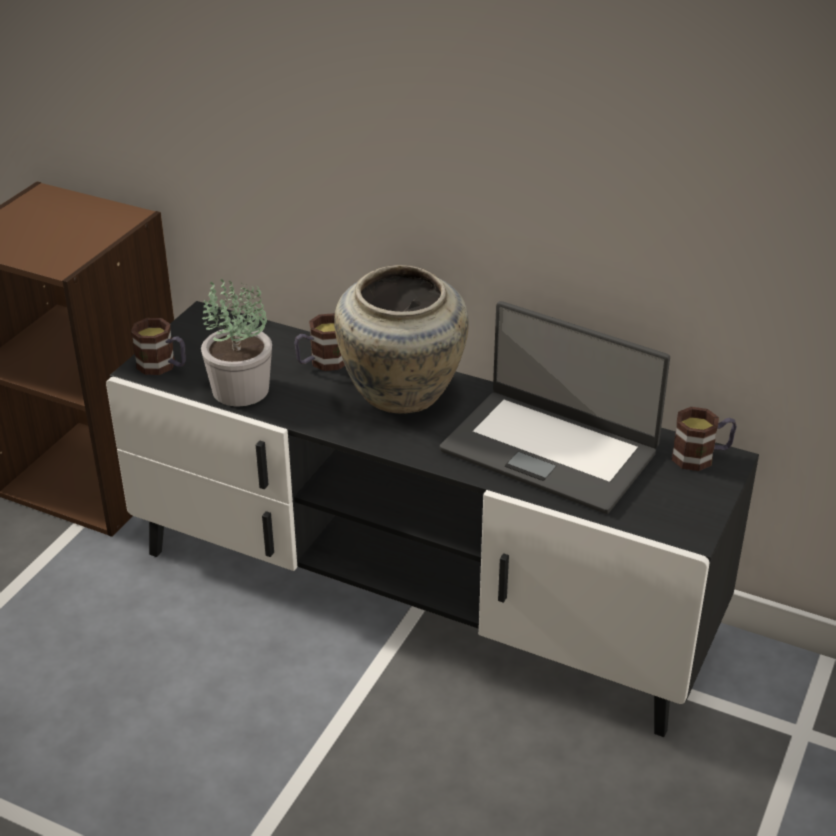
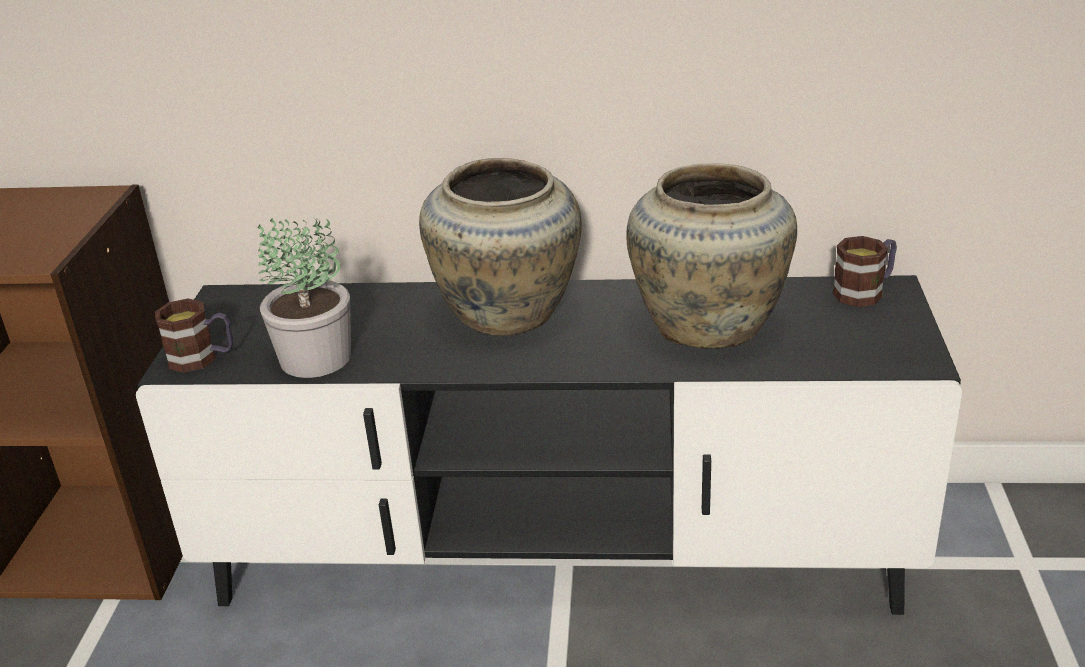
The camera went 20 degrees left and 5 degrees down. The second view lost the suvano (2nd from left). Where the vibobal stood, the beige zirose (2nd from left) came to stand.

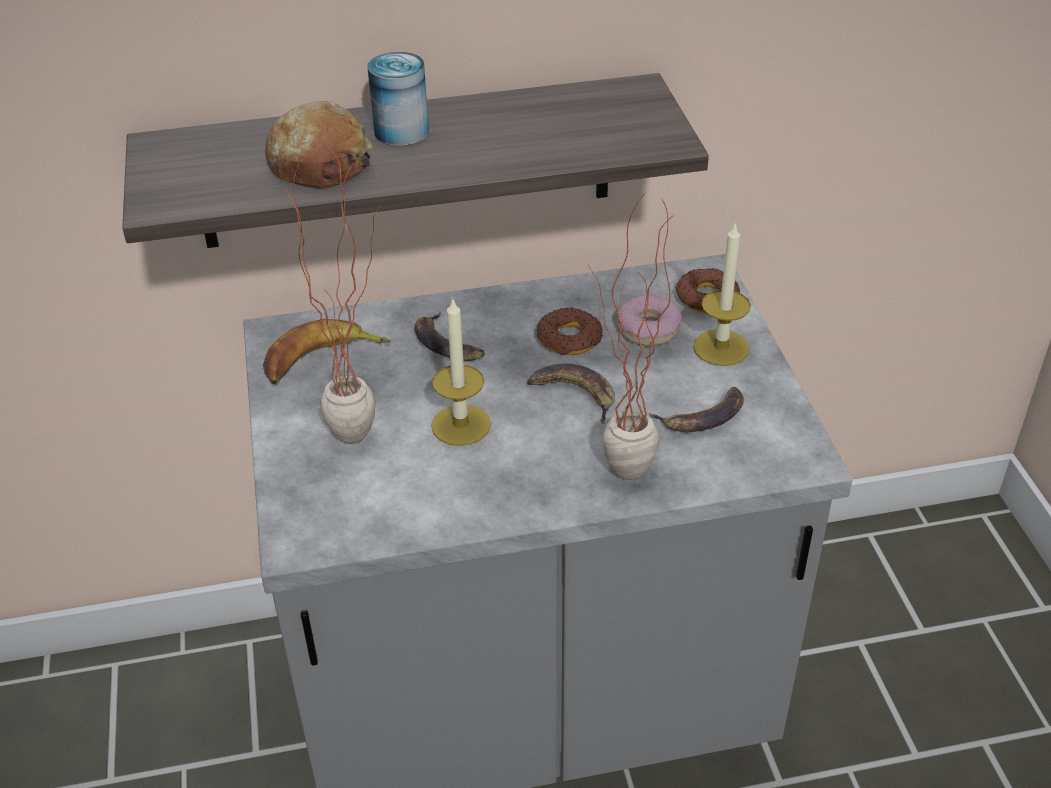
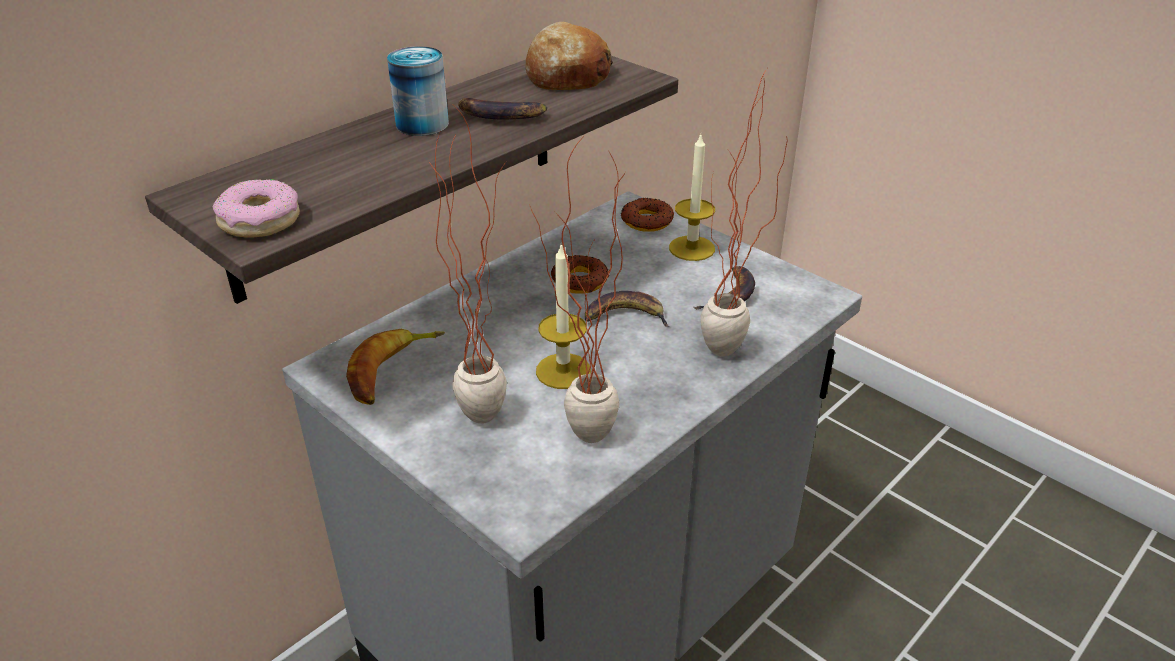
The camera went 35 degrees left and 5 degrees down. The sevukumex ended up elsewhere. The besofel (2nd from left) ended up elsewhere. The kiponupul (2nd from left in the first image) ended up elsewhere. The second view gained the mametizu (2nd from left).

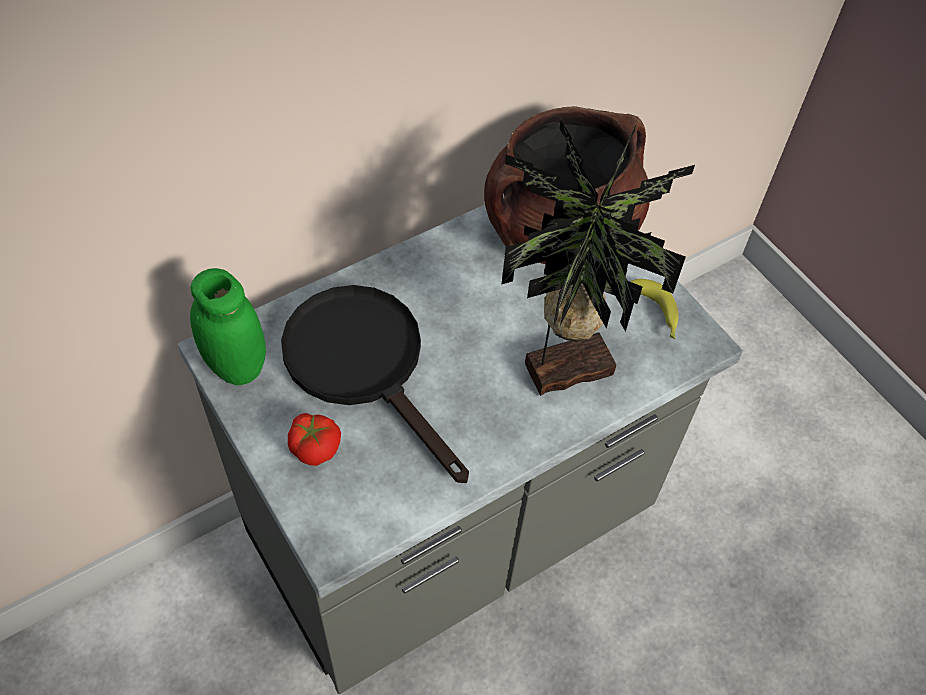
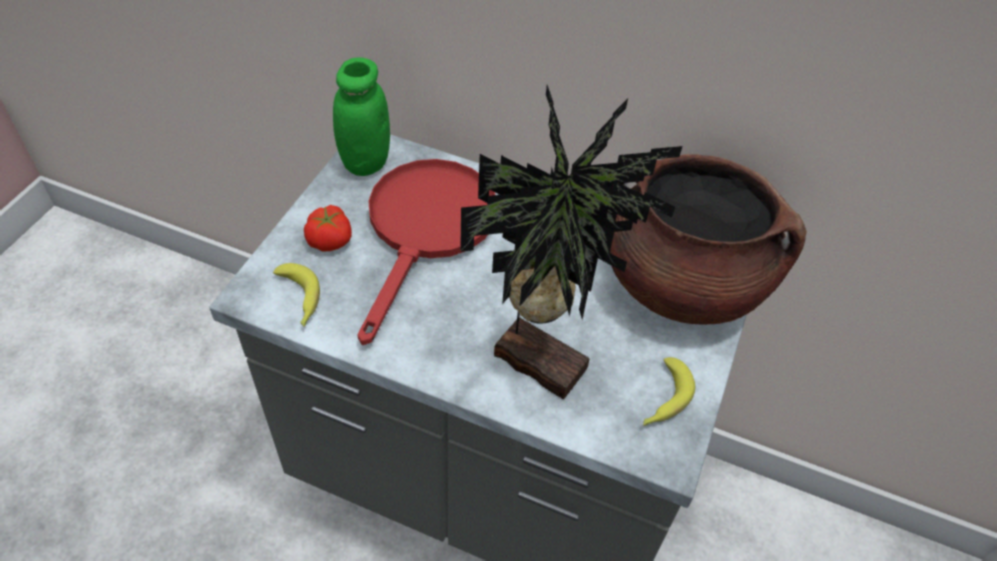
The camera went 55 degrees right and 5 degrees down. What was the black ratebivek turned into the red ratebivek. The second view gained the besofel (1st from left).

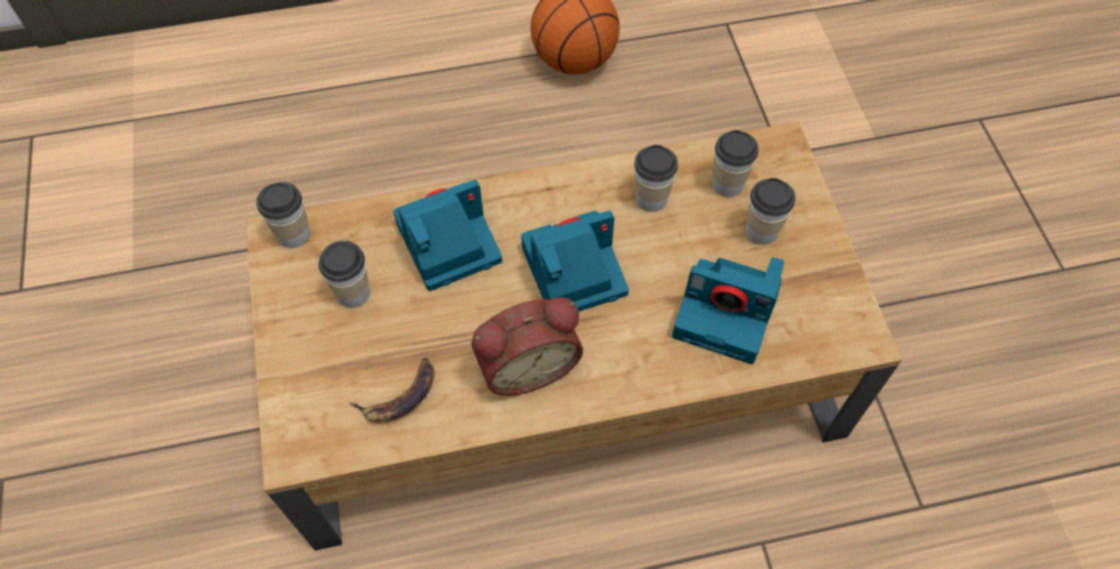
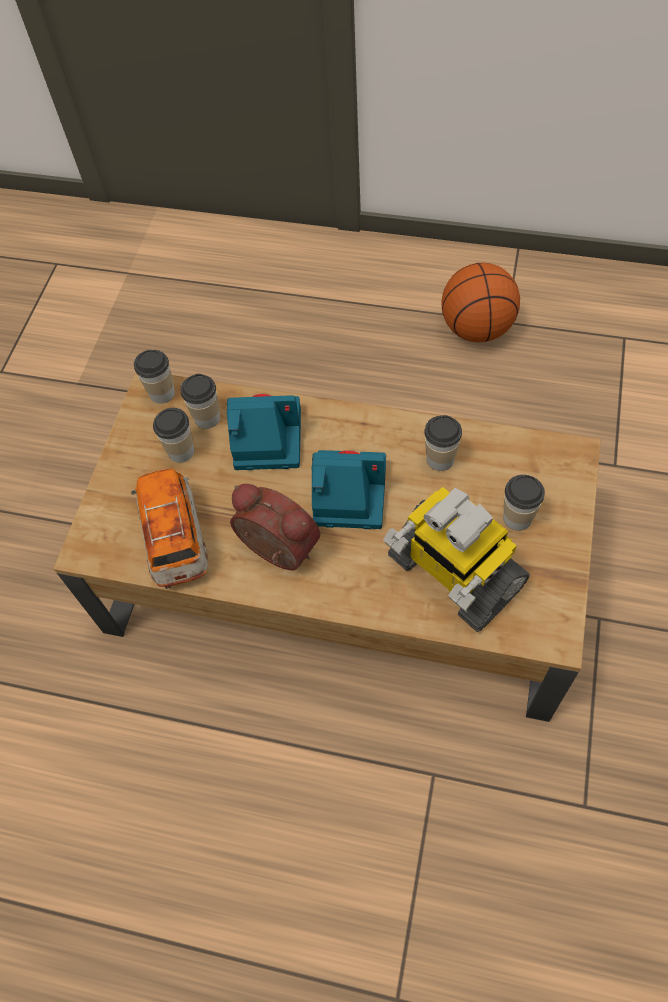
The camera went 30 degrees right and 0 degrees up. Where the besofel stood, the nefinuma came to stand. The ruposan ended up facing another way, 150 degrees counterclockwise from before. Where the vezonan (3rd from left) stood, the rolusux came to stand. The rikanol (4th from left in the first image) ended up elsewhere.

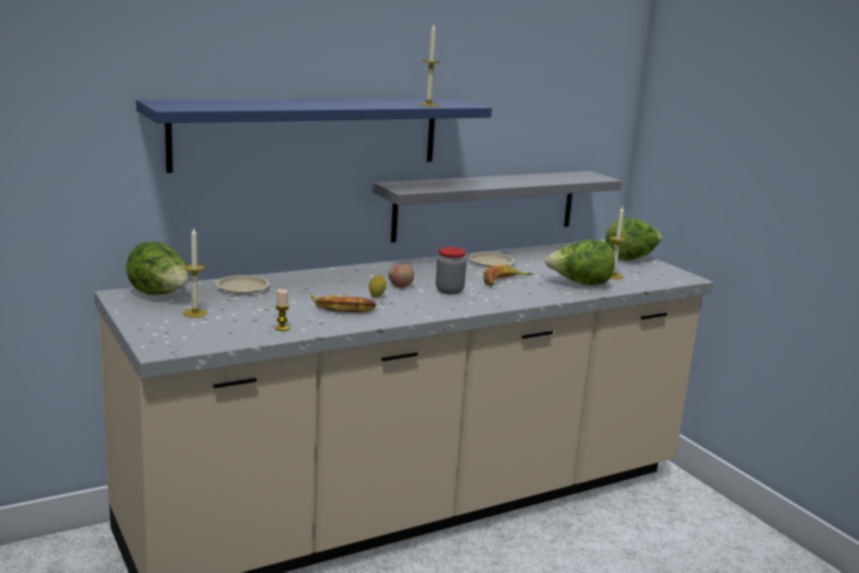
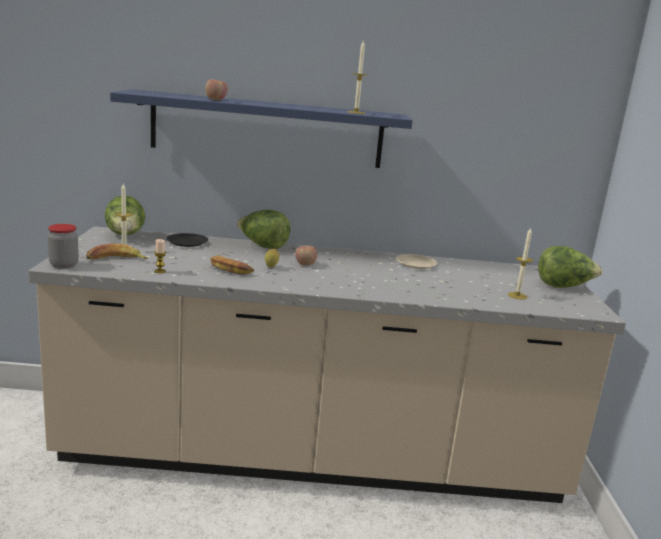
The camera went 30 degrees right and 0 degrees up. What was the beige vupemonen (1st from left) turned into the black vupemonen. The second view lost the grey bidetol. The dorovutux ended up elsewhere. The besofel (2nd from left in the first image) ended up elsewhere. The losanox (2nd from left) ended up elsewhere. The second view gained the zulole (1st from left).

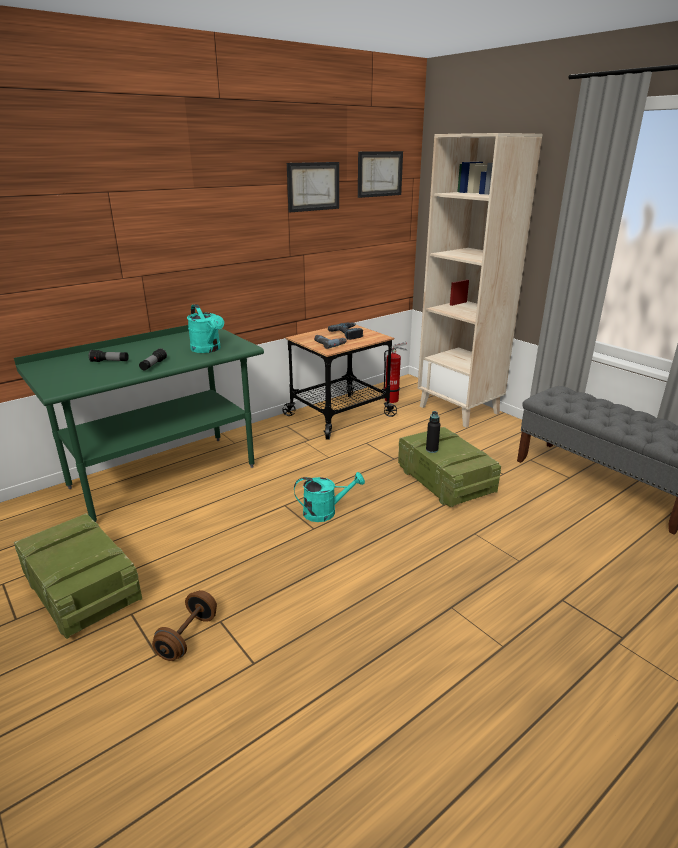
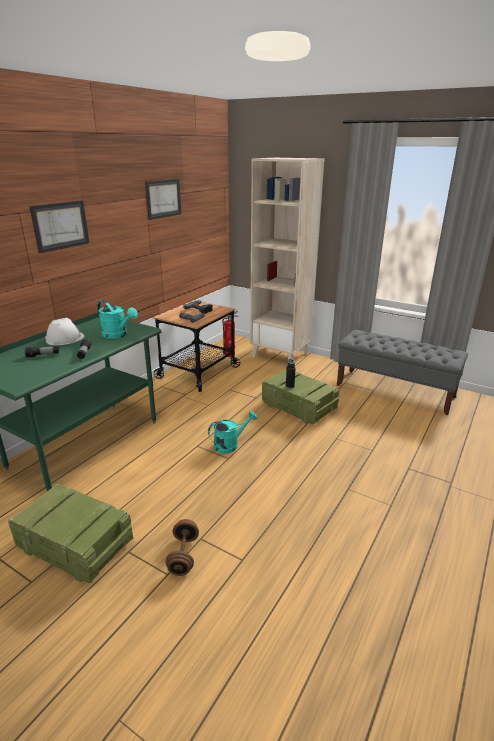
The camera went 20 degrees left and 0 degrees up. The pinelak (2nd from left in the first image) ended up elsewhere. The second view gained the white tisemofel.

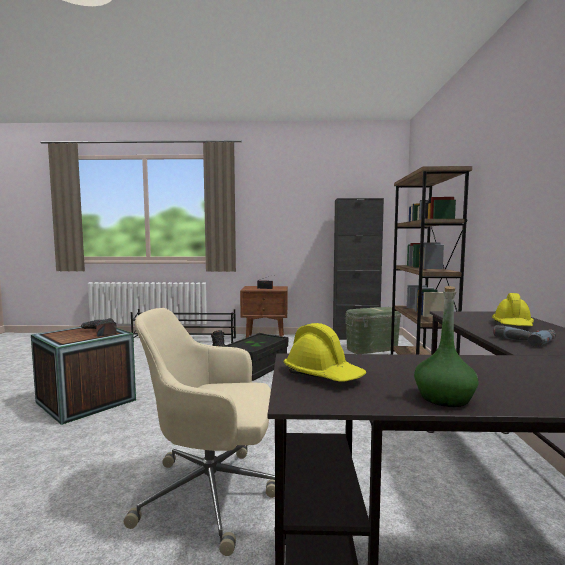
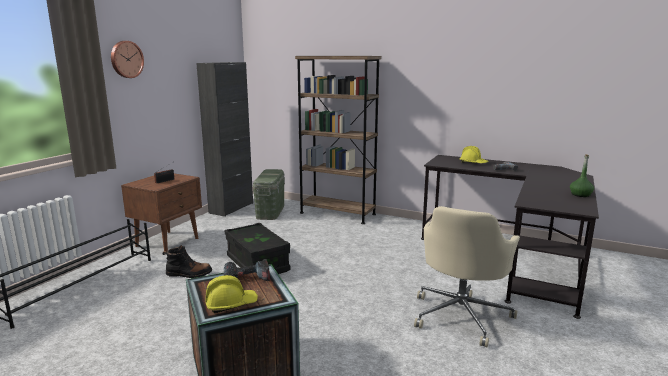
The camera went 65 degrees left and 10 degrees up. The yellow tisemofel (1st from left) ended up elsewhere. The second view gained the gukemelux.

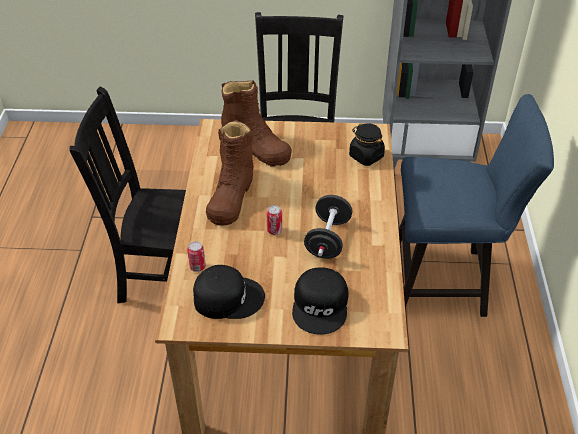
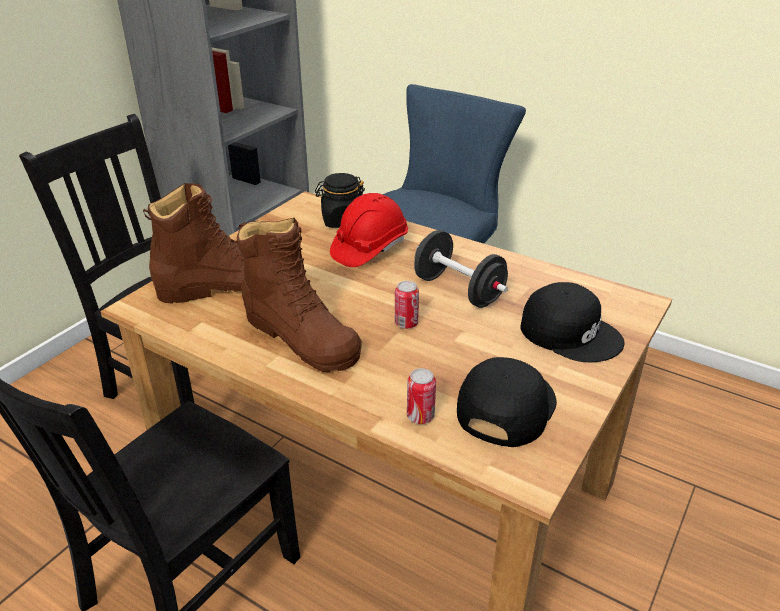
The camera went 60 degrees left and 10 degrees down. The second view gained the red tisemofel.

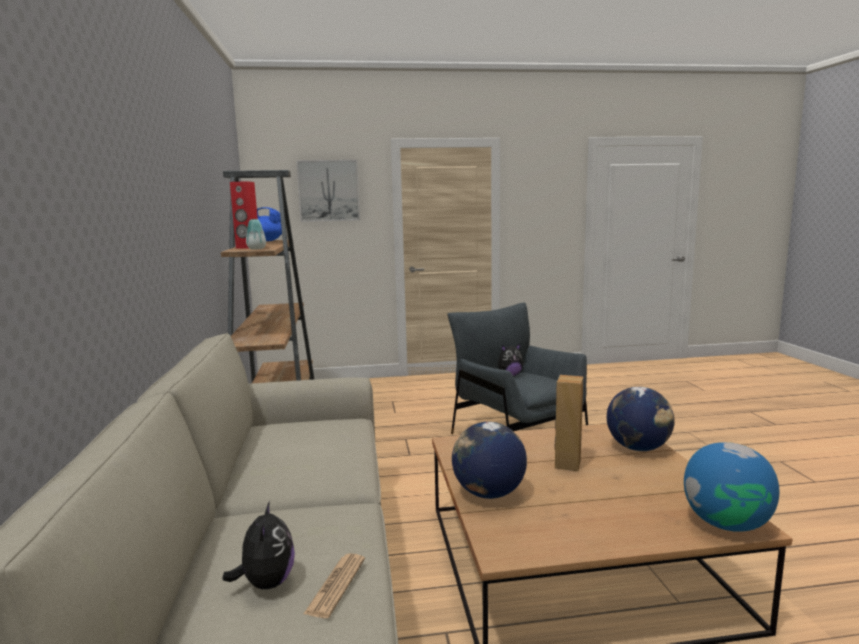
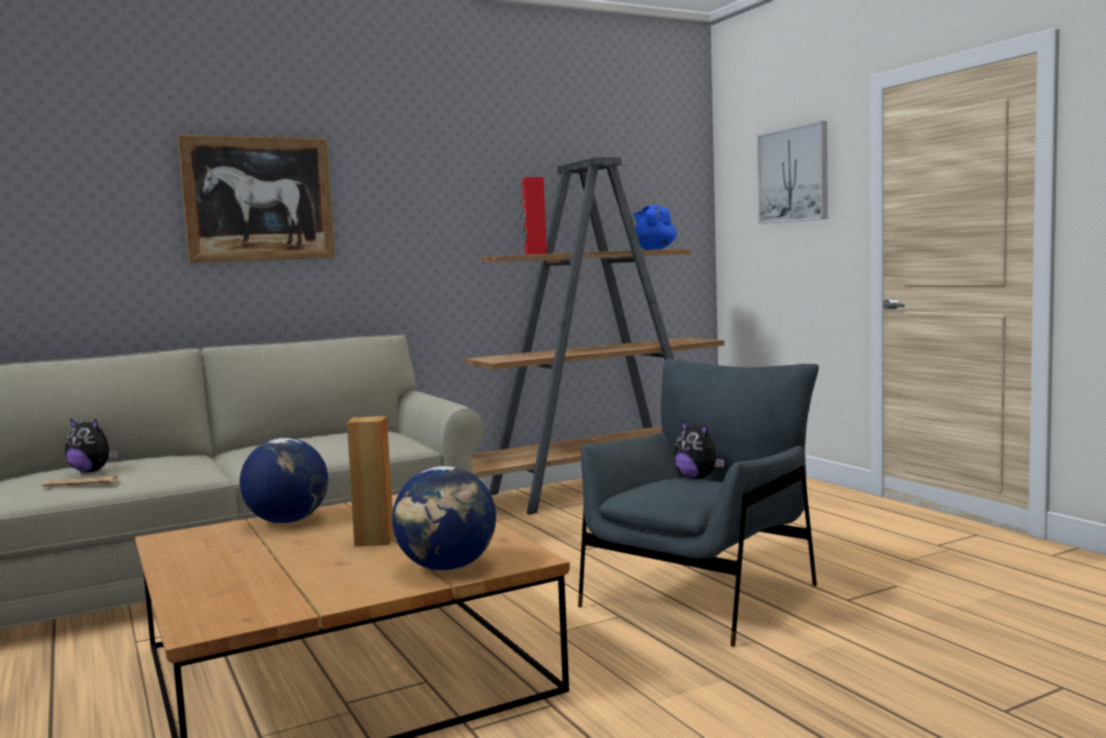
The camera went 70 degrees right and 5 degrees down. The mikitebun (1st from left) ended up facing another way, 45 degrees clockwise from before. The second view lost the zirose. The second view lost the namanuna (3rd from left). The second view gained the pinelak (1st from left).

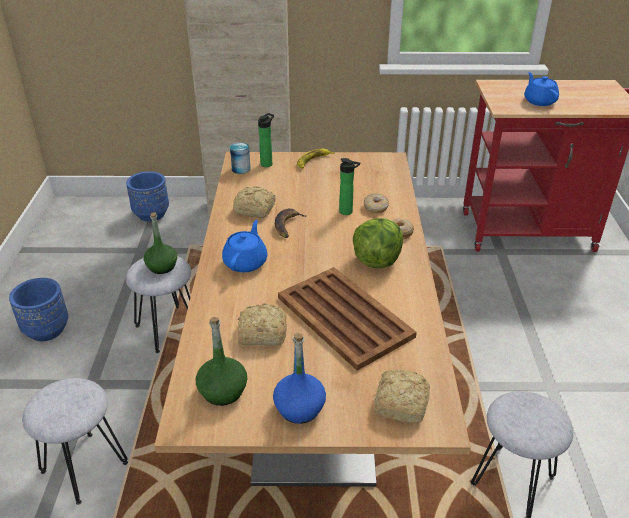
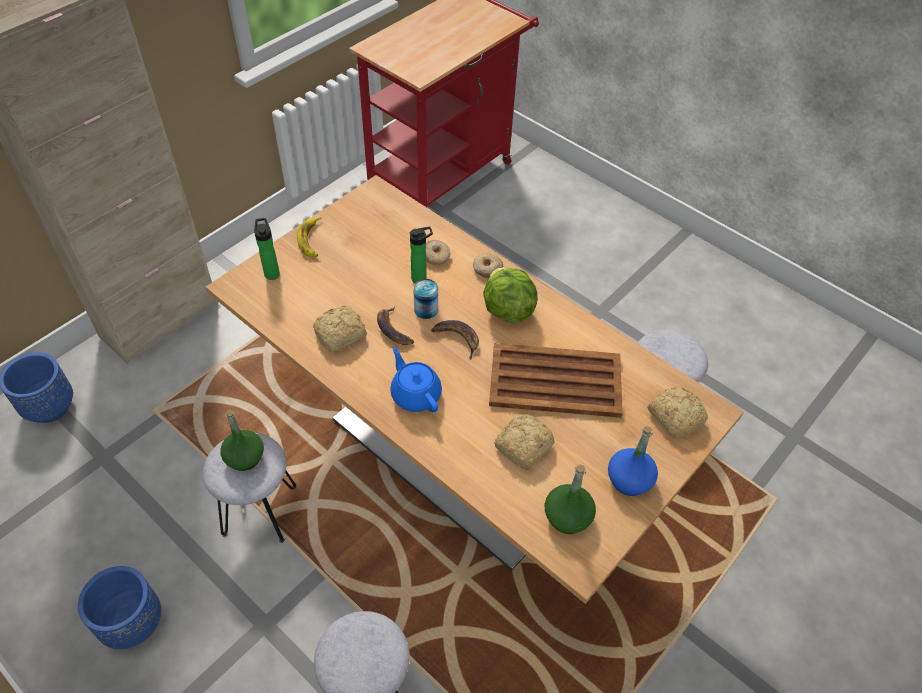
The camera went 50 degrees left and 15 degrees up. The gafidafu ended up elsewhere. The second view lost the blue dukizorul (2nd from left). The second view gained the besofel (3rd from left).

